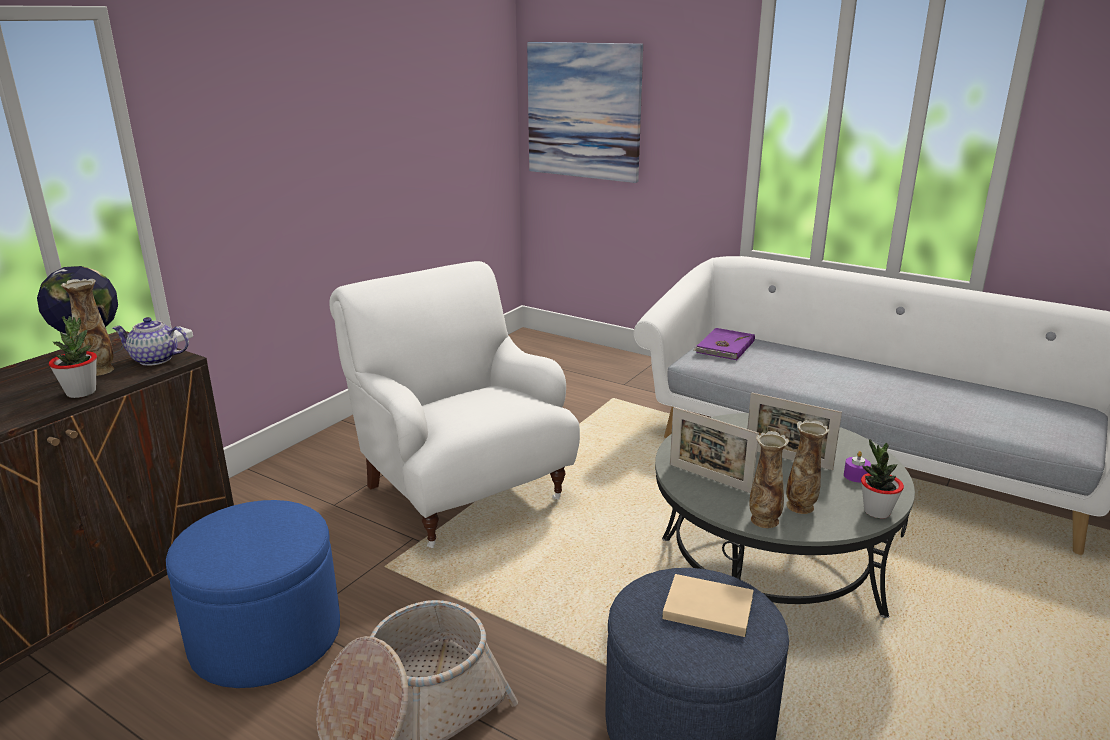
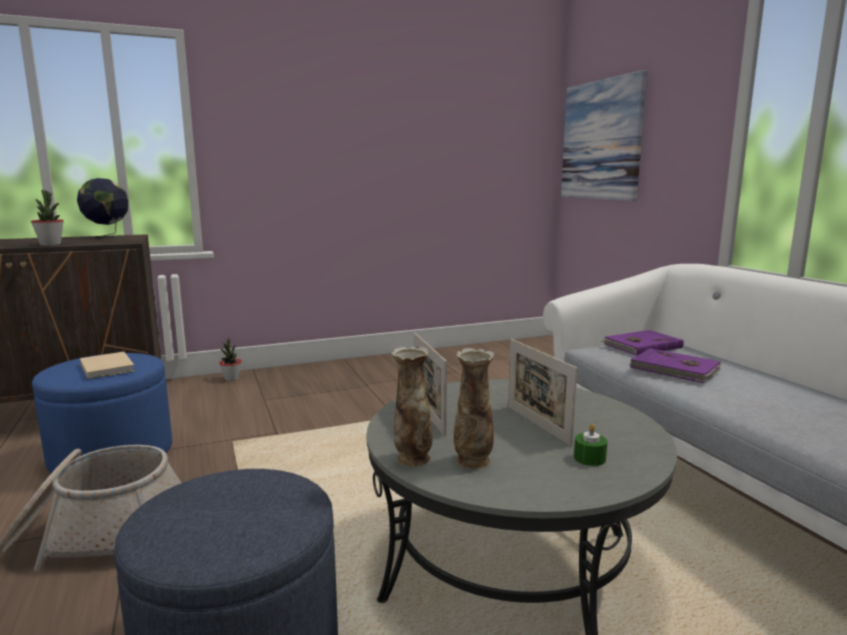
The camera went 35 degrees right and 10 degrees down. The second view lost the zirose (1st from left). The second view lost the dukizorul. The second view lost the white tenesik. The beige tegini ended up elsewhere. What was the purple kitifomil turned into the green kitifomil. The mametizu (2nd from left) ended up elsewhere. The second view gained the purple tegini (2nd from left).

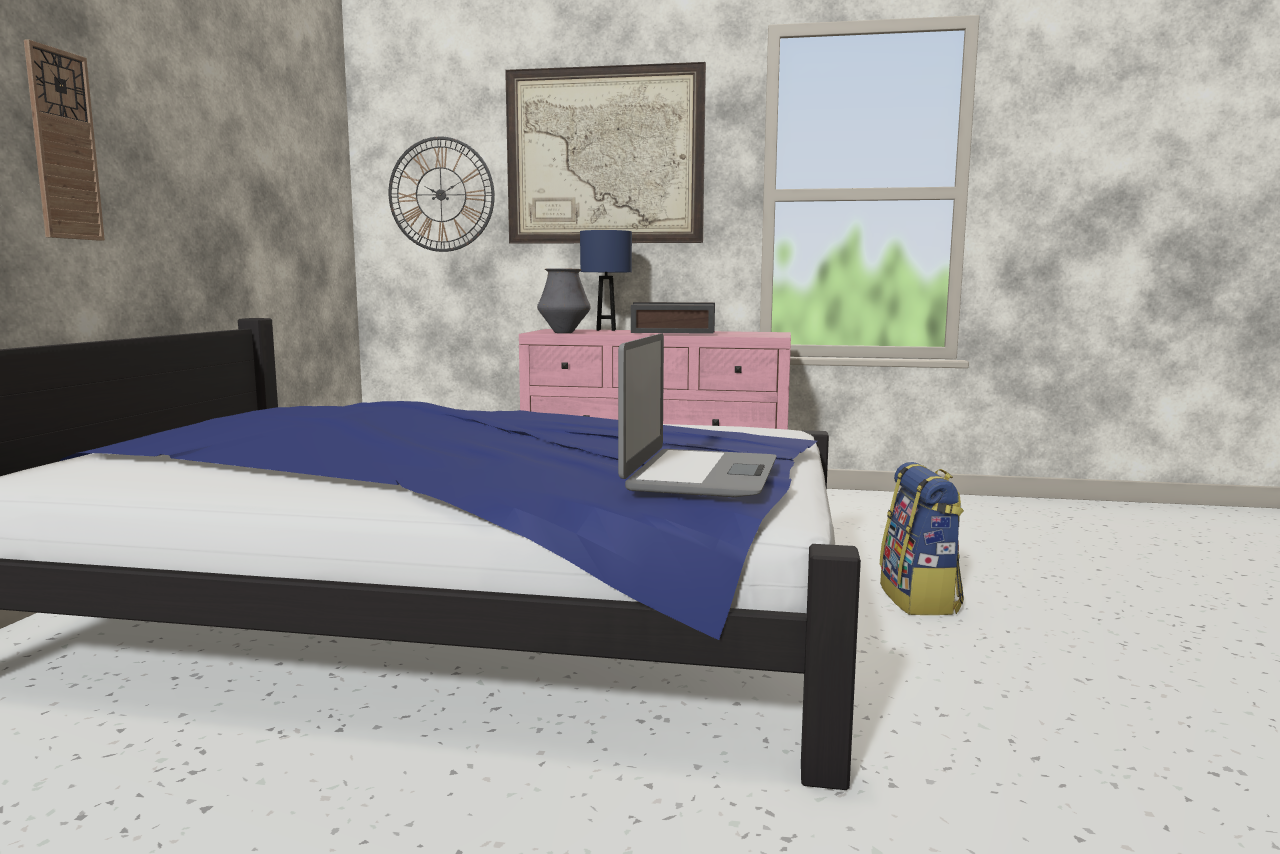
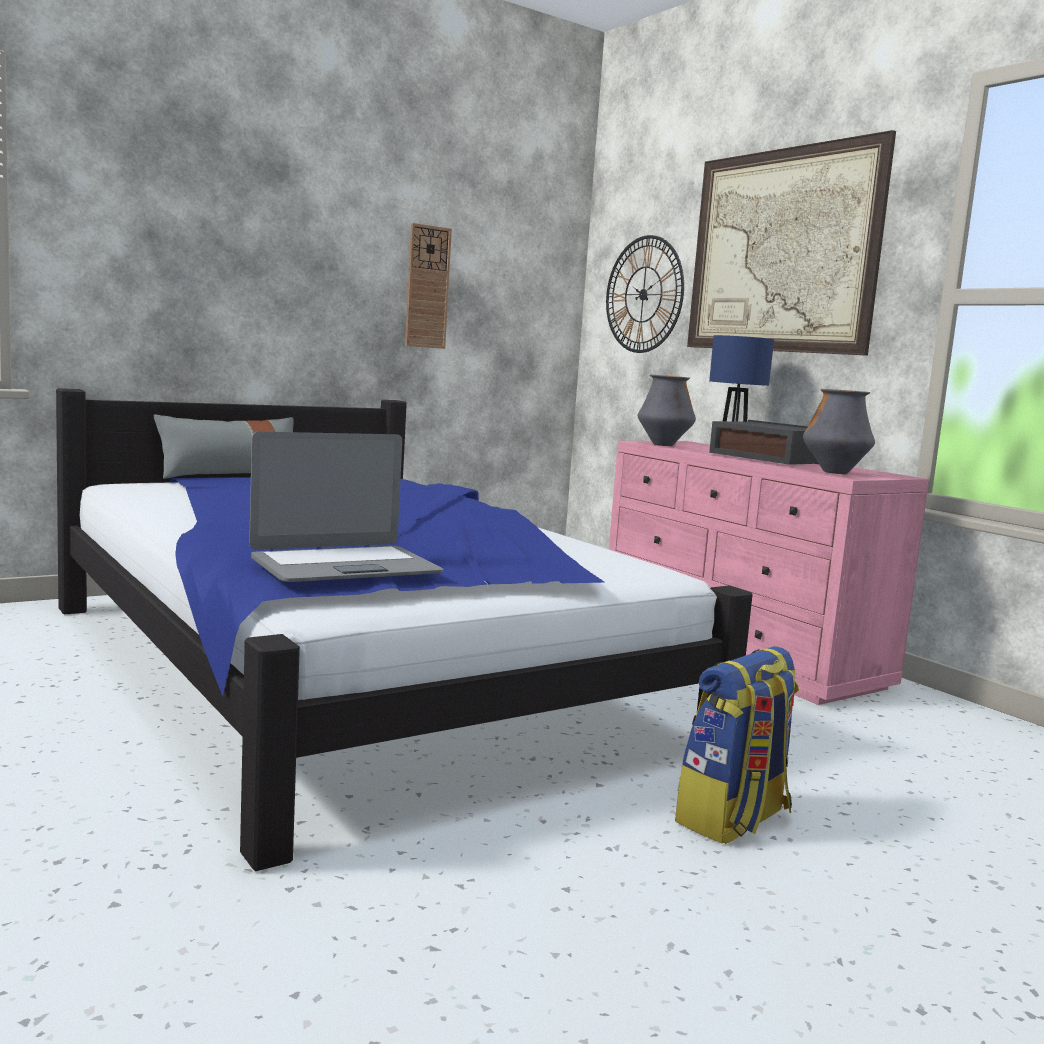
The camera went 45 degrees right and 0 degrees up. The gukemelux (1st from left) ended up elsewhere. The second view gained the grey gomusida. The second view gained the zirose (2nd from left).

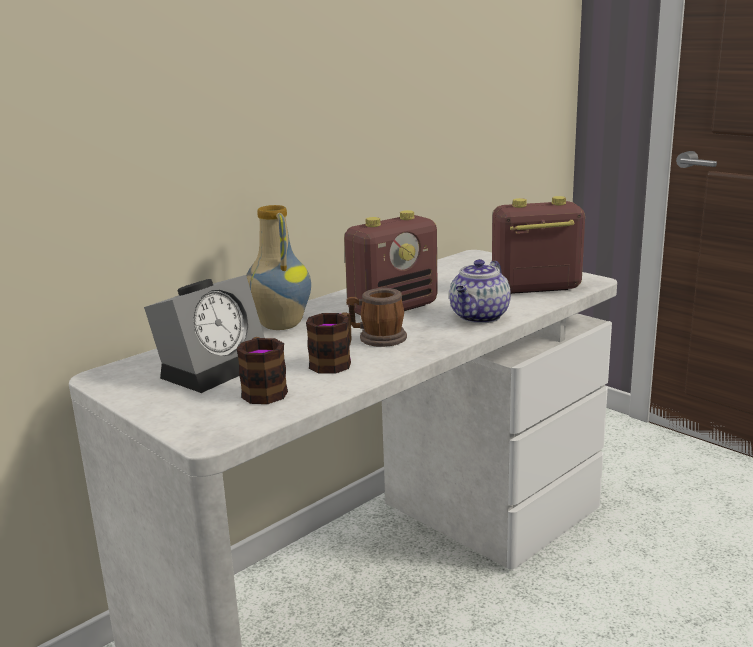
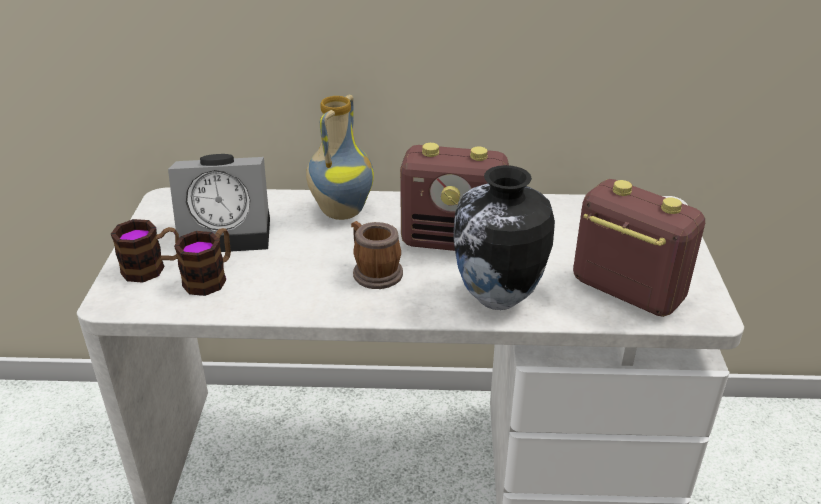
The camera went 45 degrees right and 15 degrees up. The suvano (2nd from left in the first image) ended up elsewhere. Where the dukizorul stood, the zirose (2nd from left) came to stand.

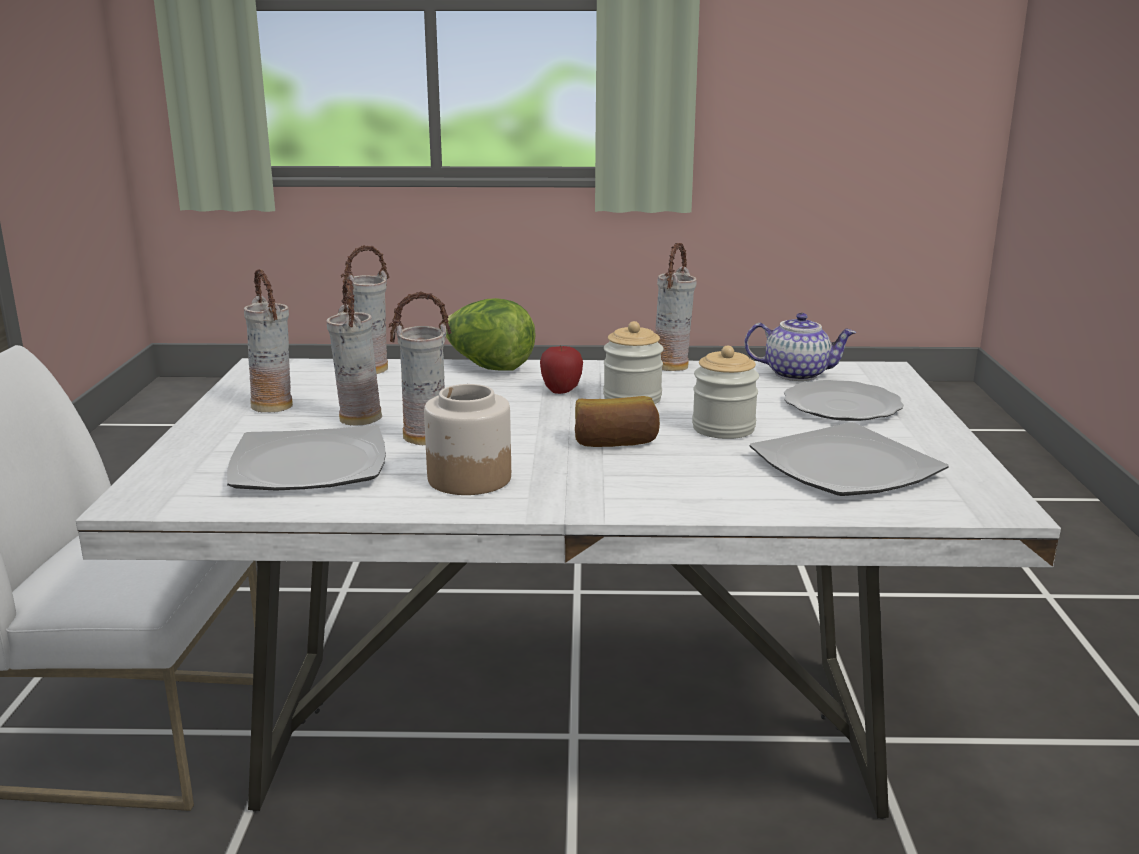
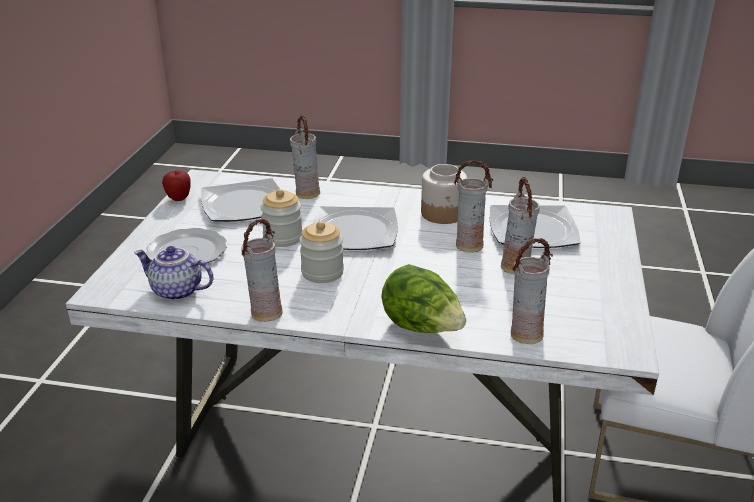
The camera went 170 degrees left and 10 degrees up. The zirose (1st from left in the first image) ended up elsewhere. The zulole ended up elsewhere. Where the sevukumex stood, the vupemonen (3rd from left) came to stand.

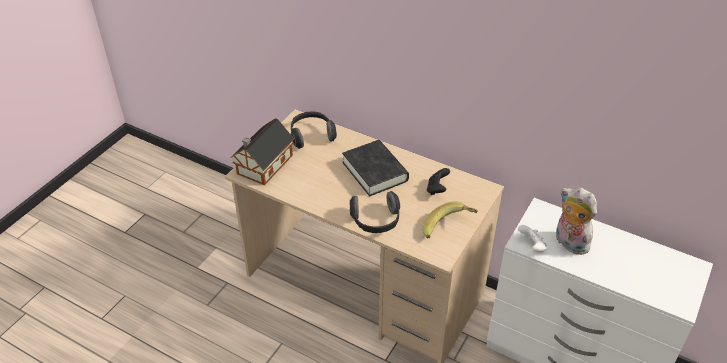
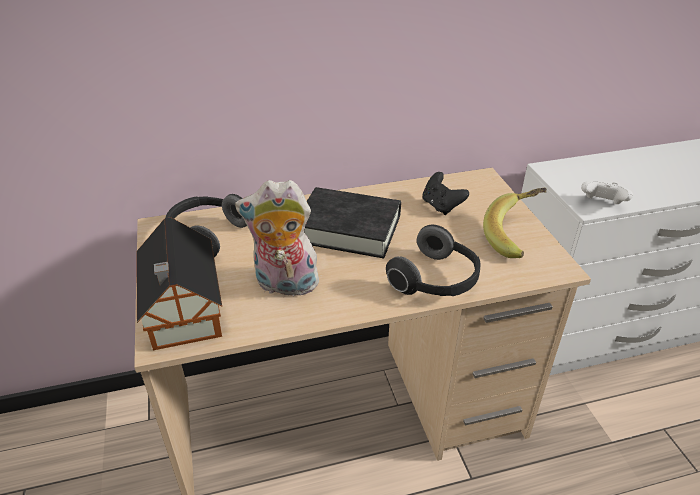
The camera went 45 degrees left and 5 degrees down. The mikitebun ended up elsewhere.

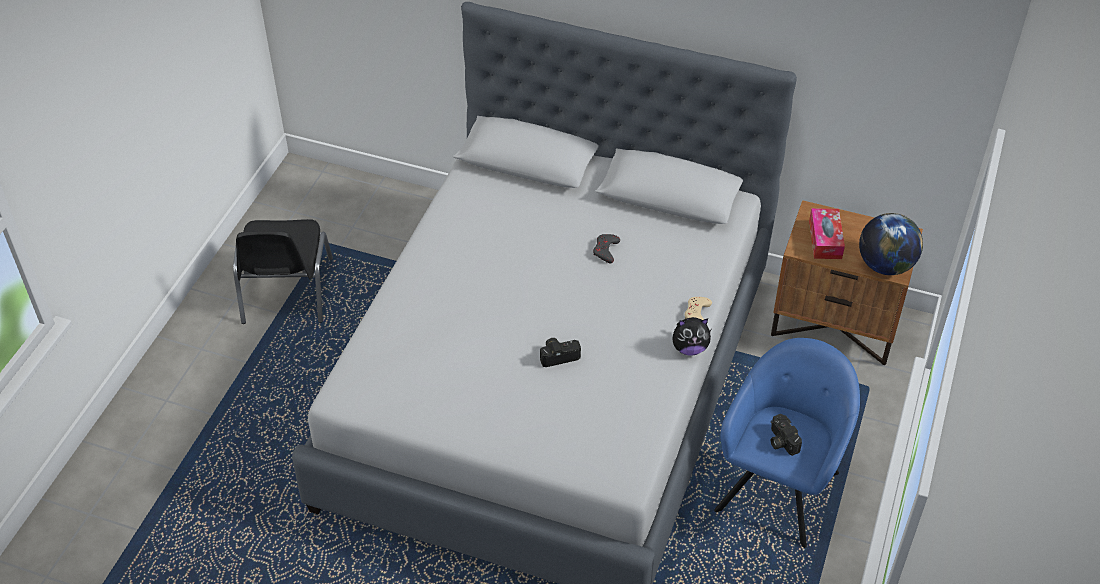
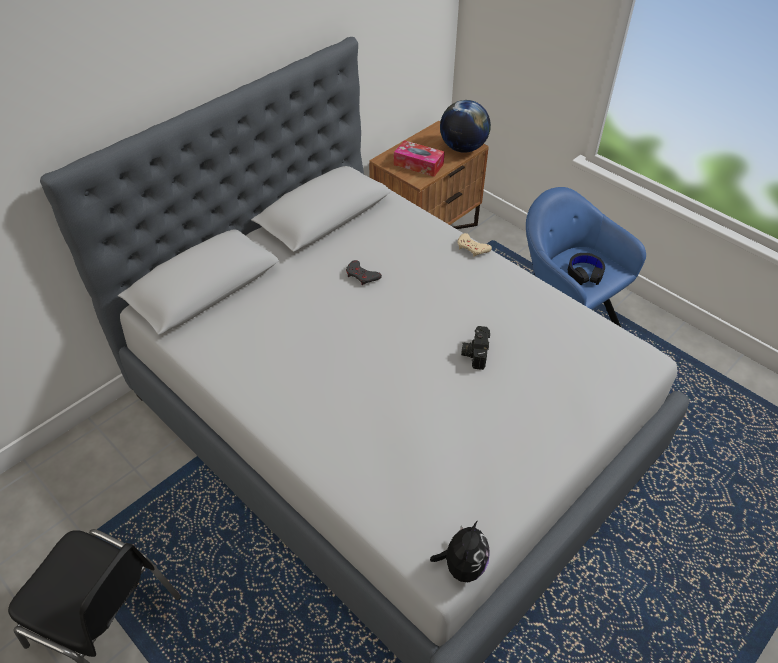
The camera went 65 degrees left and 0 degrees up. The mikitebun ended up elsewhere. Where the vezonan (2nd from left) stood, the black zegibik came to stand.

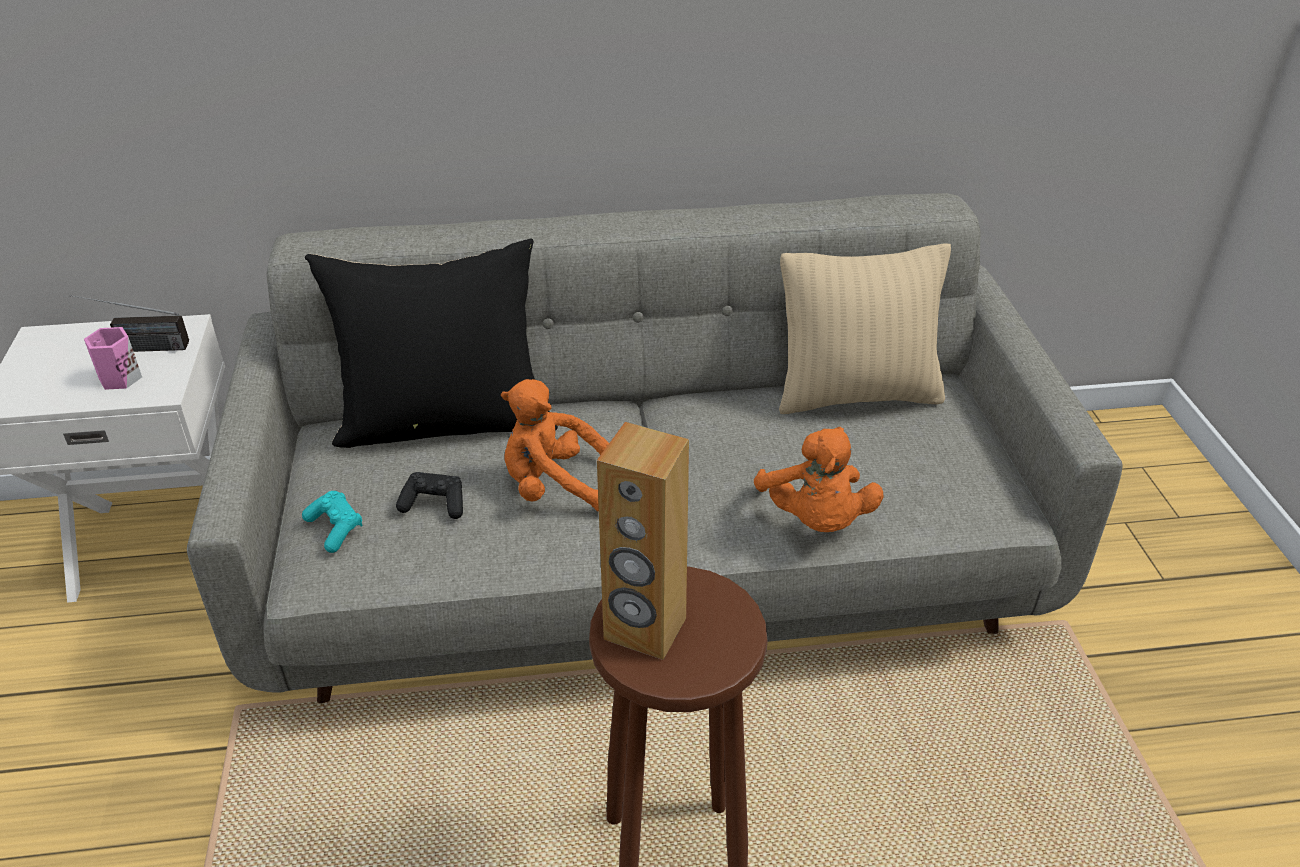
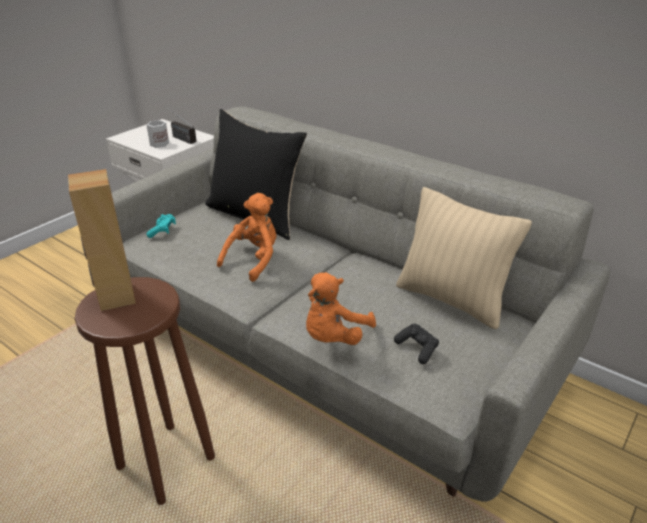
The camera went 45 degrees right and 5 degrees down. What was the pink suvano turned into the white suvano. The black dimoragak ended up elsewhere. The orange mikitebun (1st from left) ended up facing another way, 75 degrees clockwise from before.

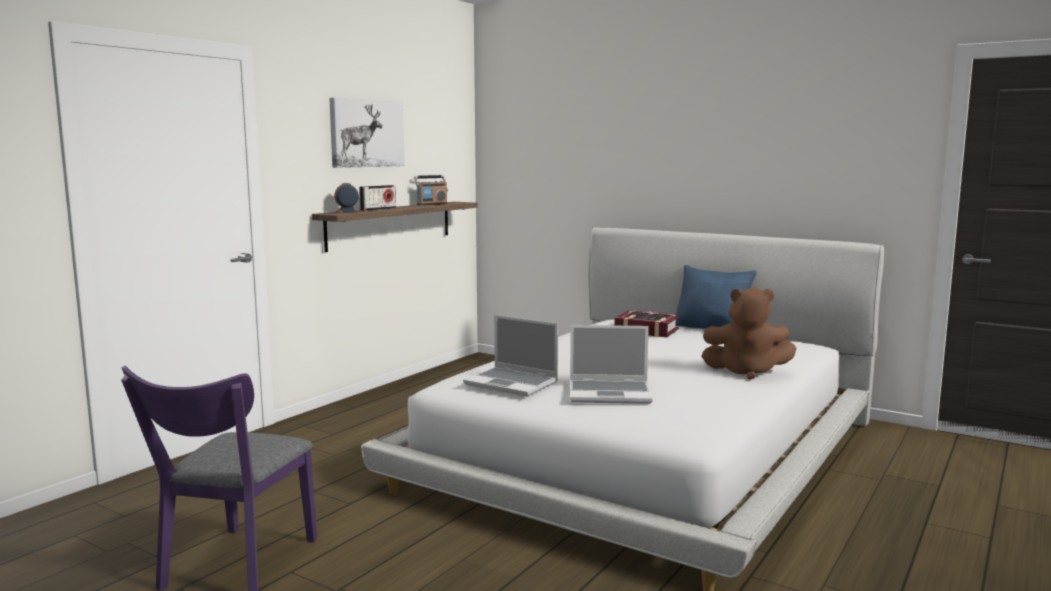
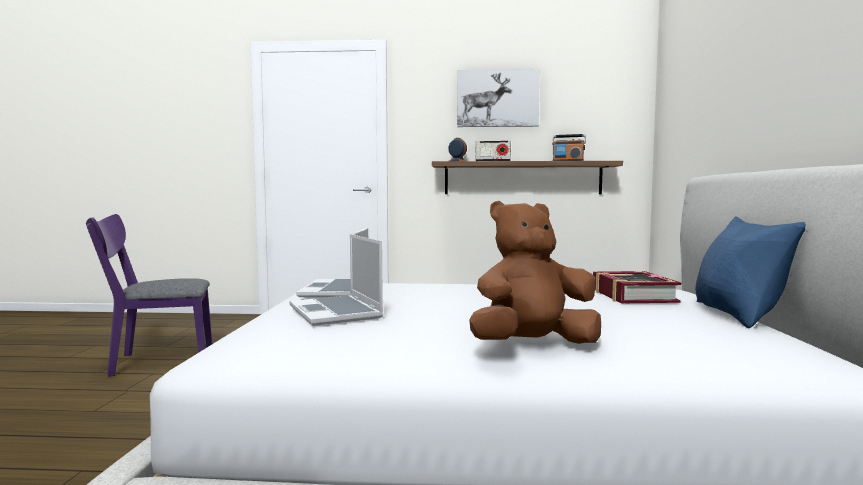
The camera went 60 degrees right and 5 degrees down. The brown mikitebun ended up facing another way, 90 degrees clockwise from before.

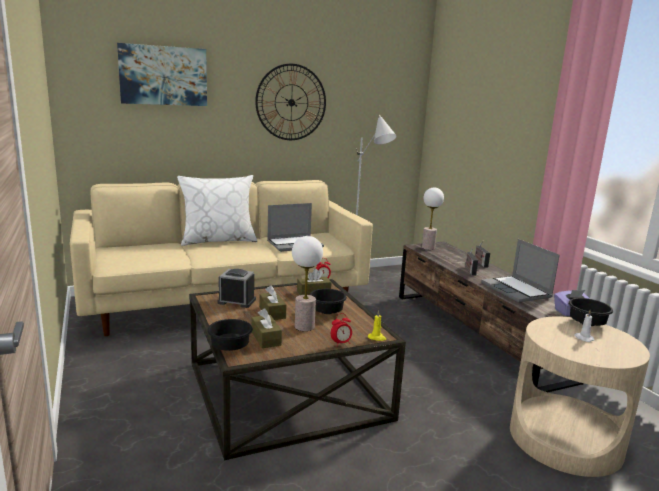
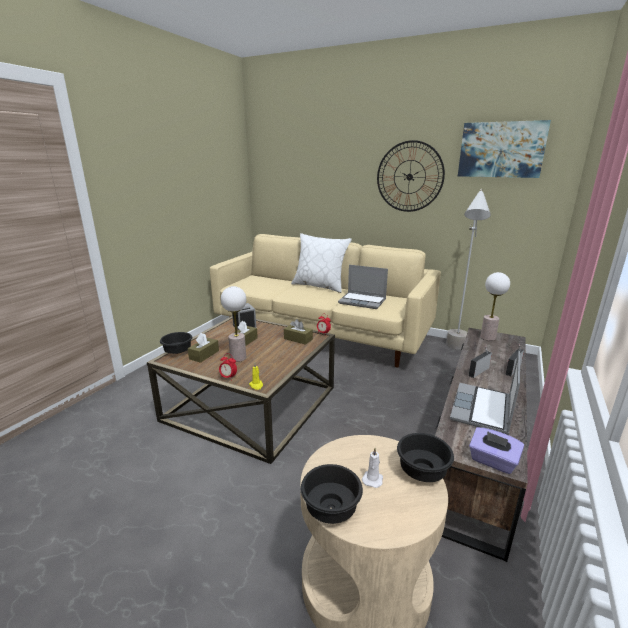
The camera went 50 degrees right and 5 degrees up. The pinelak ended up elsewhere. The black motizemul (2nd from left) ended up elsewhere.

